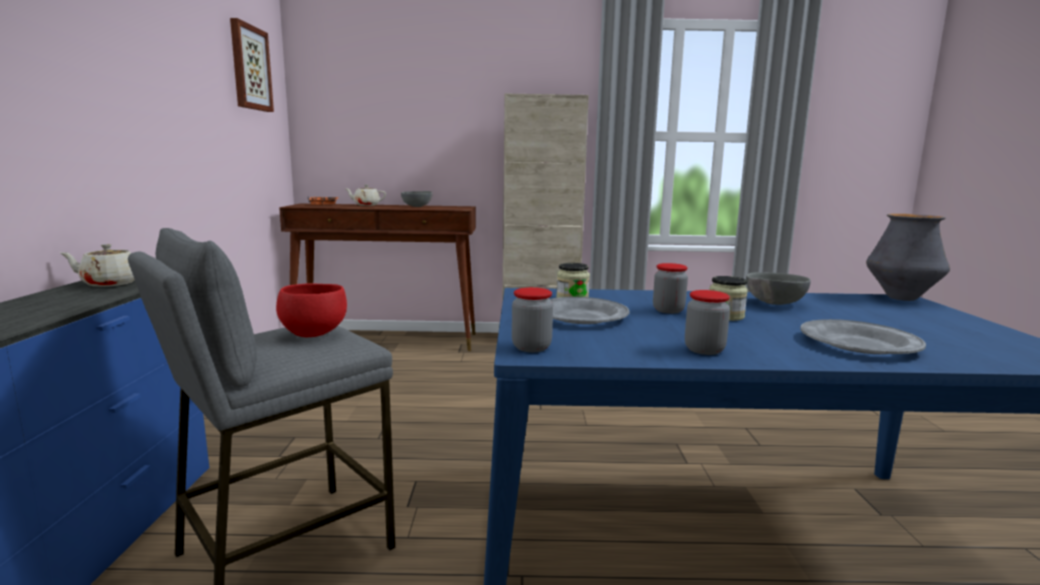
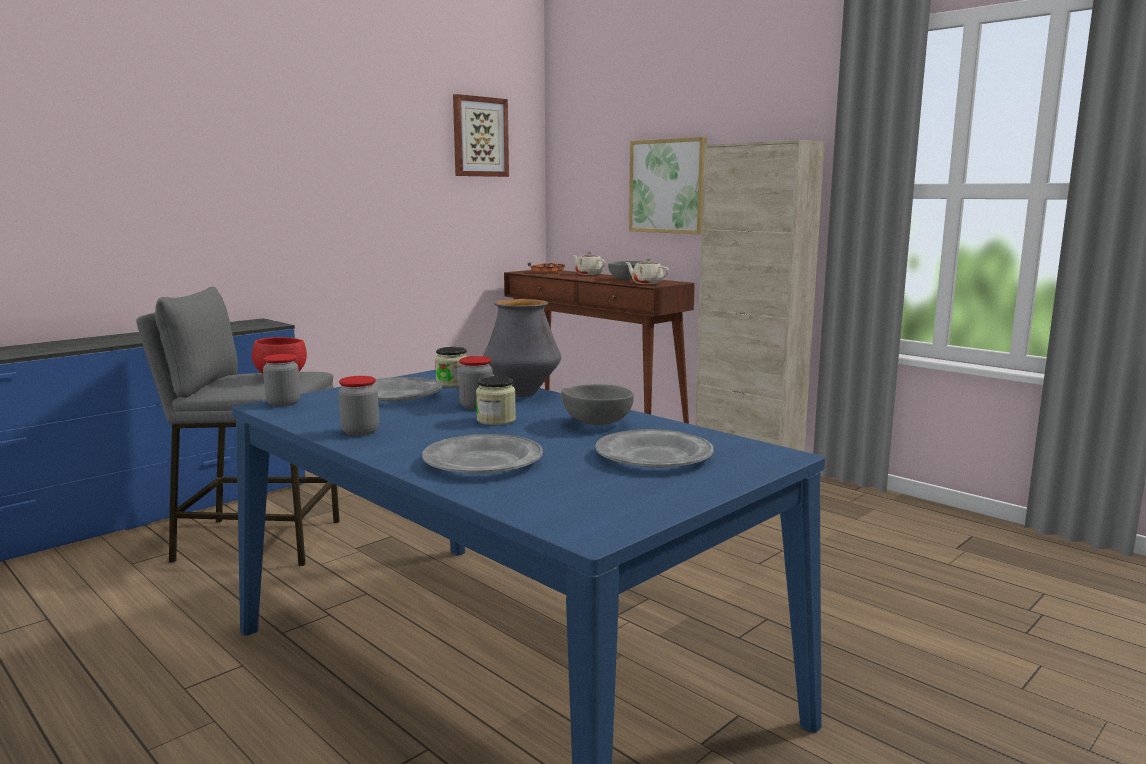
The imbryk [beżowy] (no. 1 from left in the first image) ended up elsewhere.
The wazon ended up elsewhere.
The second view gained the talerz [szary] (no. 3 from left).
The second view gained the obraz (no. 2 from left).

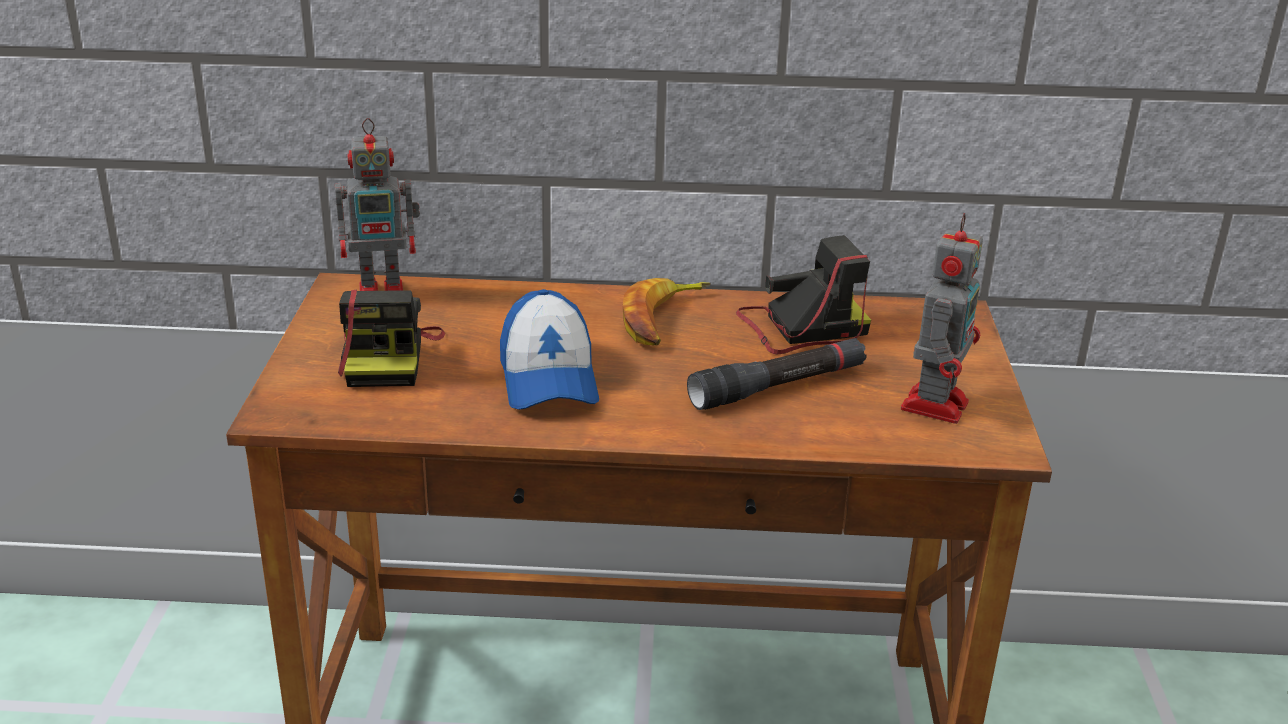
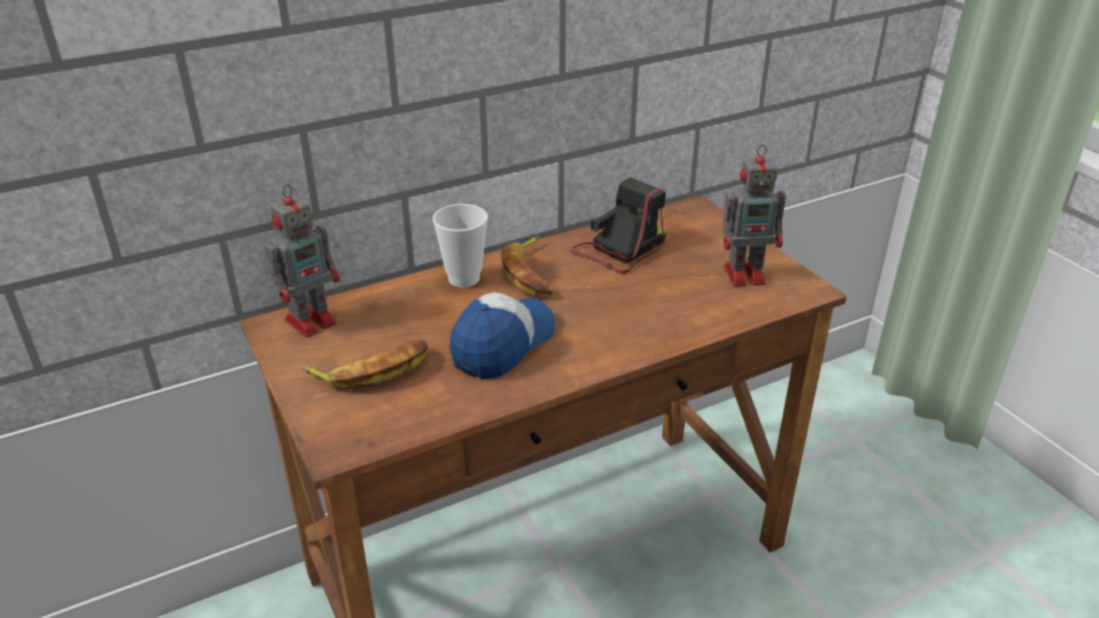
Where the aparat fotograficzny (no. 1 from left) stood, the banan (no. 1 from left) came to stand.
The czapka z daszkiem ended up facing another way, 105 degrees counterclockwise from before.
The second view lost the latarka [czarny].
The robot zabawkowy (no. 2 from left) ended up facing another way, 90 degrees clockwise from before.
The second view gained the filiżanka.

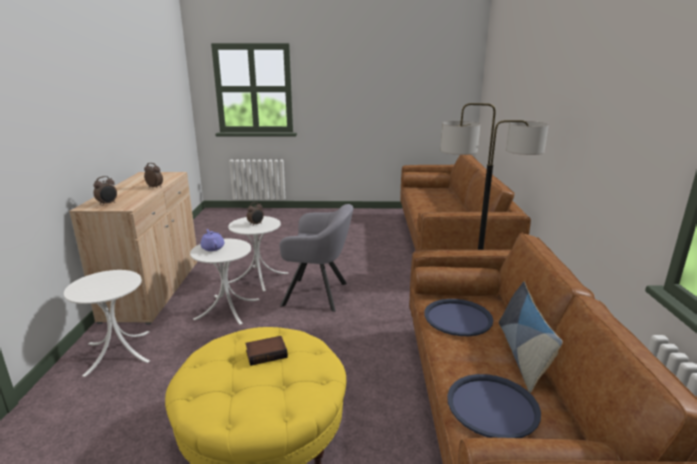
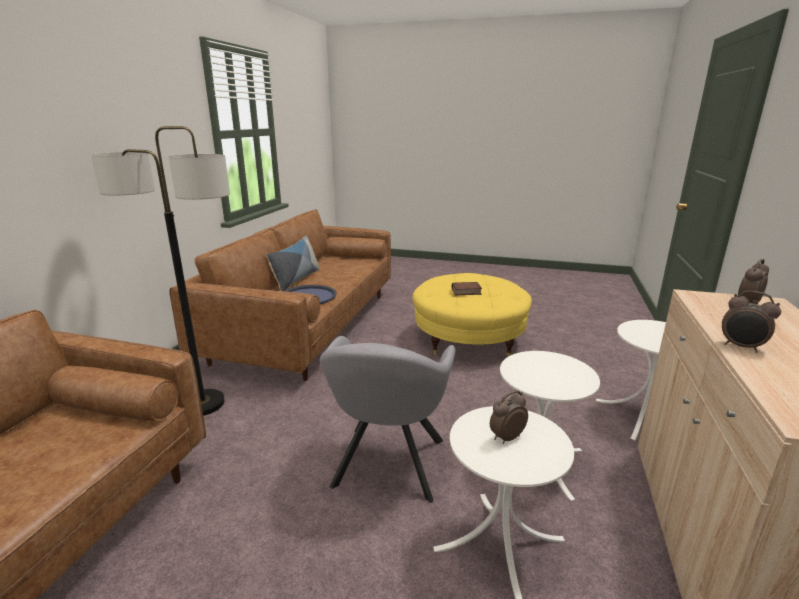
The second view lost the imbryk [fioletowy].
The fotel [szary] ended up facing another way, 105 degrees counterclockwise from before.
The second view lost the taca [niebieski] (no. 2 from left).

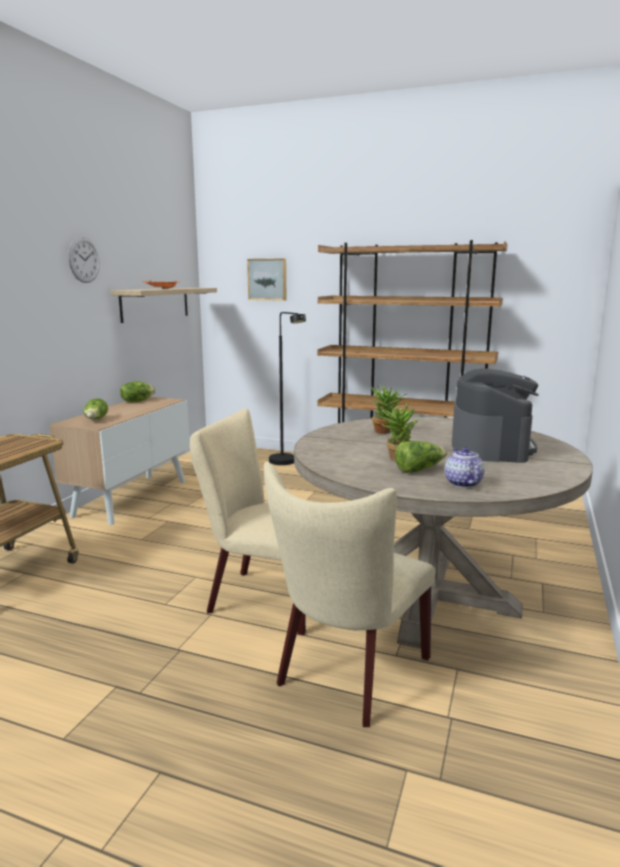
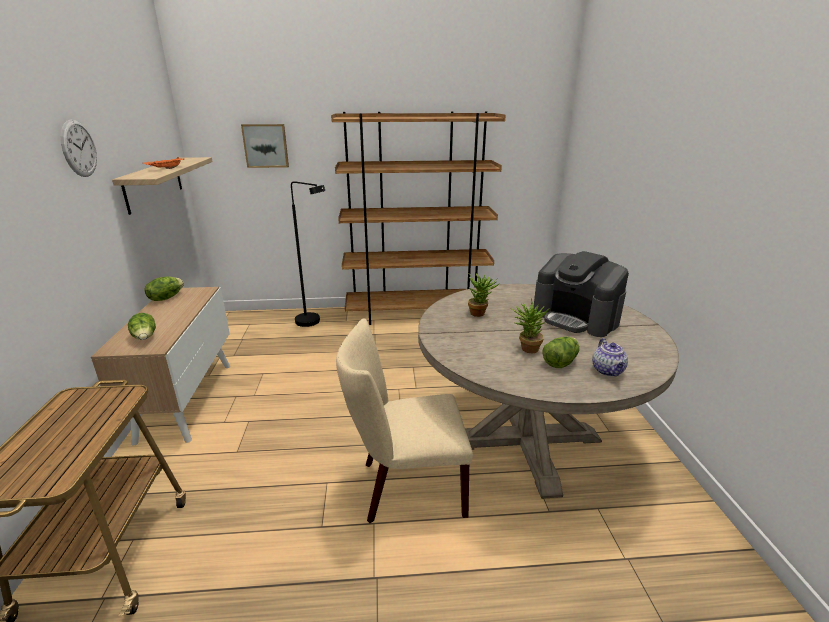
The second view lost the krzesło [beżowy] (no. 2 from left).
The imbryk ended up facing another way, 150 degrees counterclockwise from before.
The ekspres do kawy ended up facing another way, 150 degrees clockwise from before.

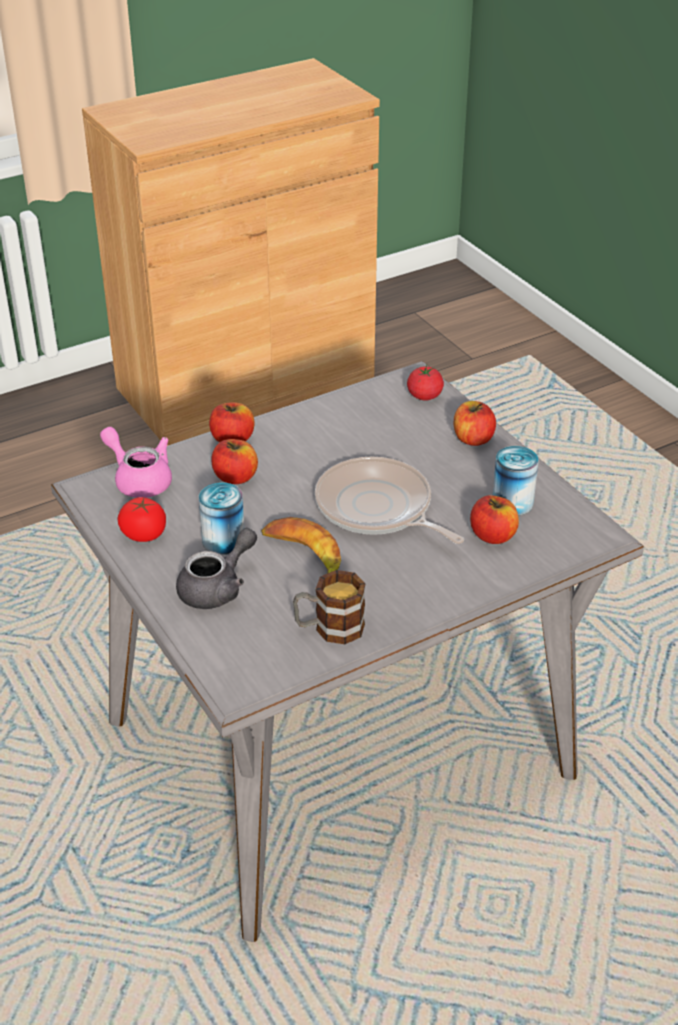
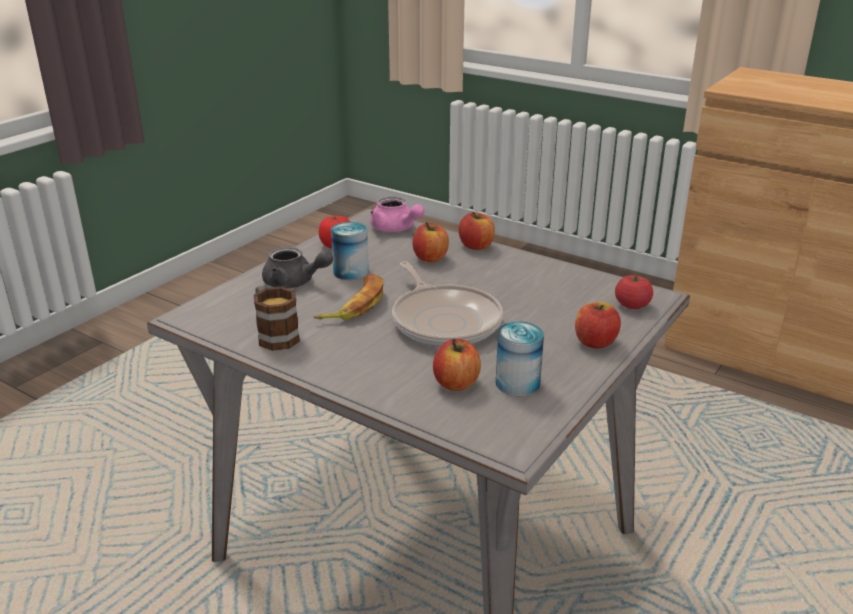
The imbryk [różowy] ended up facing another way, 120 degrees clockwise from before.
The patelnia ended up facing another way, 135 degrees clockwise from before.

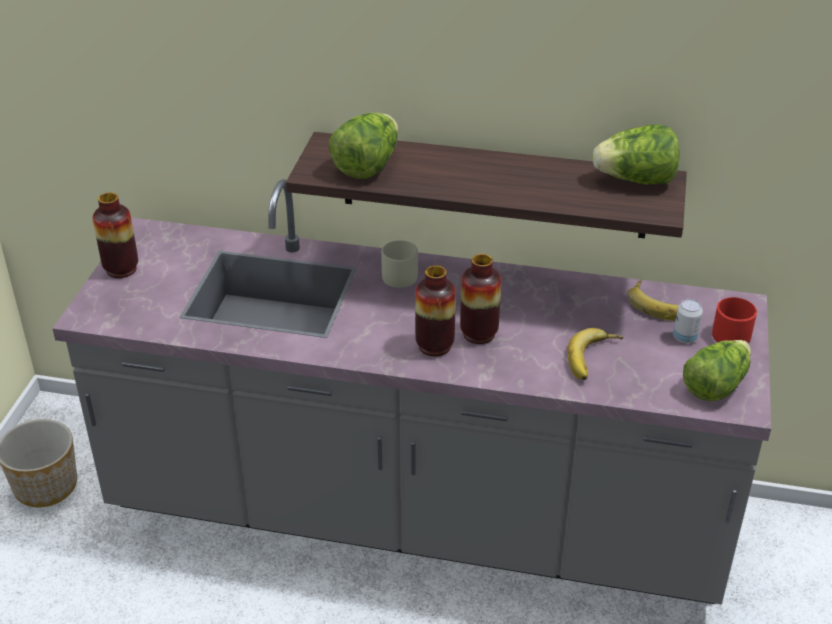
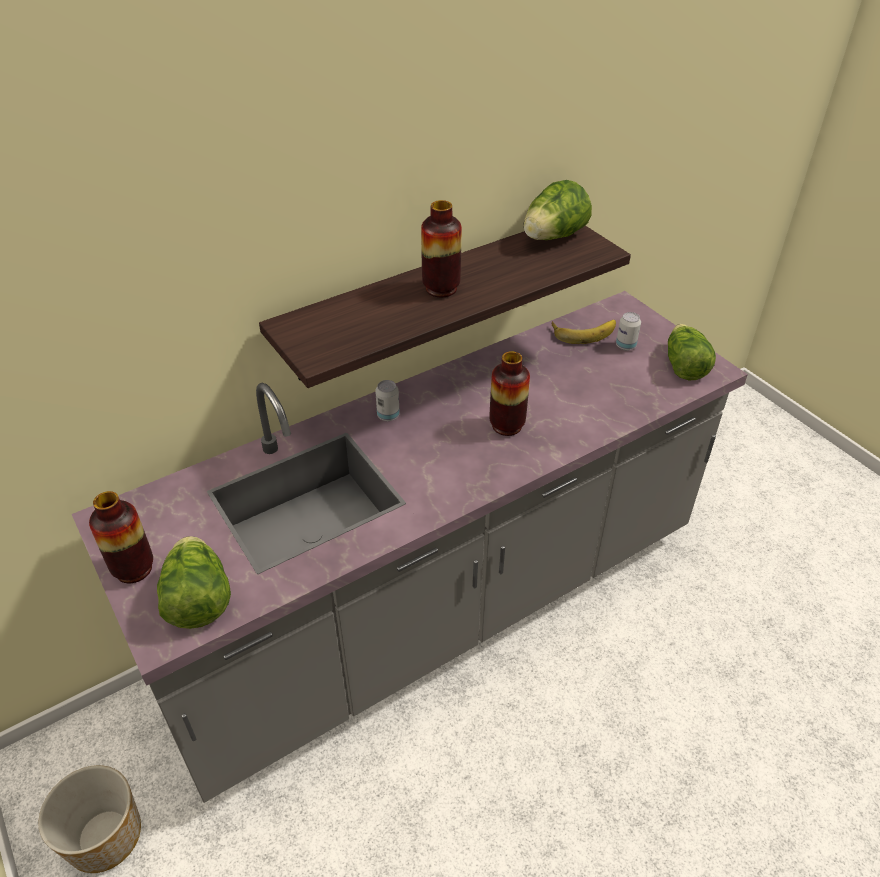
The sałata (no. 1 from left) ended up elsewhere.
Where the kubek [beżowy] stood, the puszka (no. 1 from left) came to stand.
The wazon (no. 2 from left) ended up elsewhere.
The second view lost the banan (no. 1 from left).
The second view lost the kubek [czerwony].

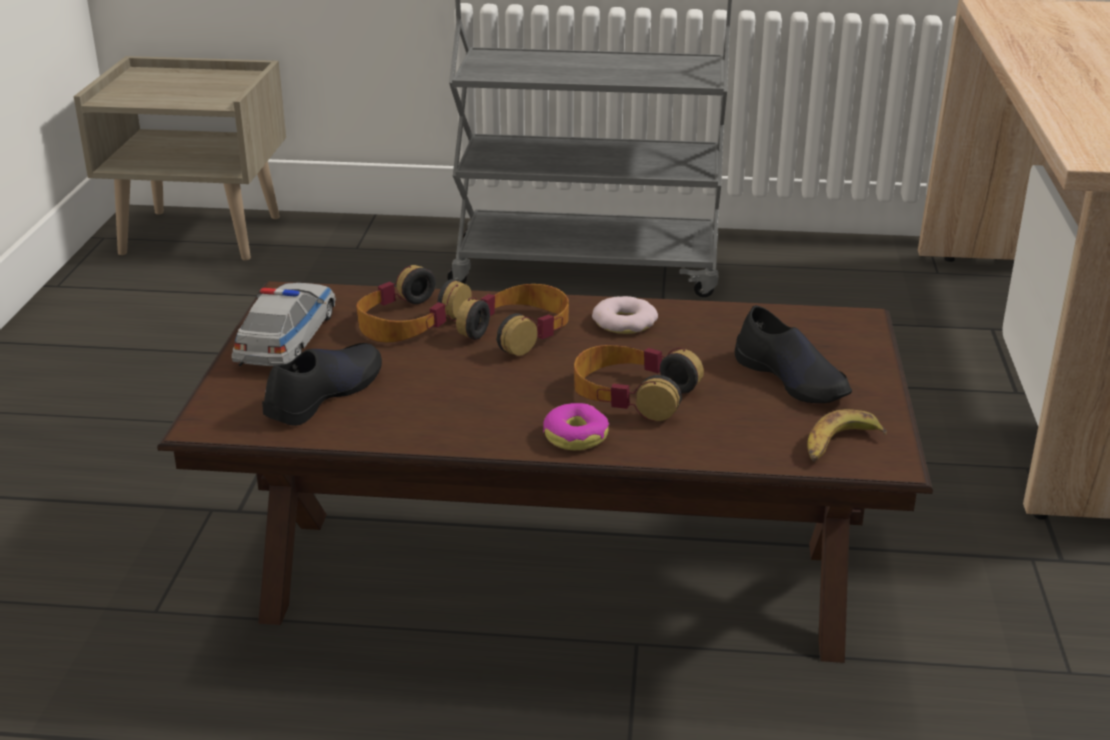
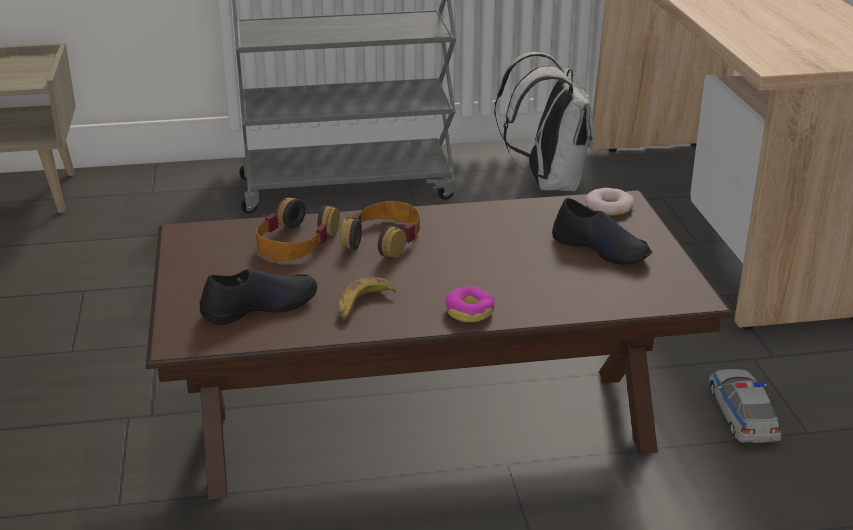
The samochodzik ended up elsewhere.
The but [czarny] (no. 1 from left) ended up facing another way, 45 degrees clockwise from before.
The second view lost the słuchawki (no. 3 from left).
The donut (no. 2 from left) ended up elsewhere.
The banan ended up elsewhere.
The second view gained the plecak [biały].

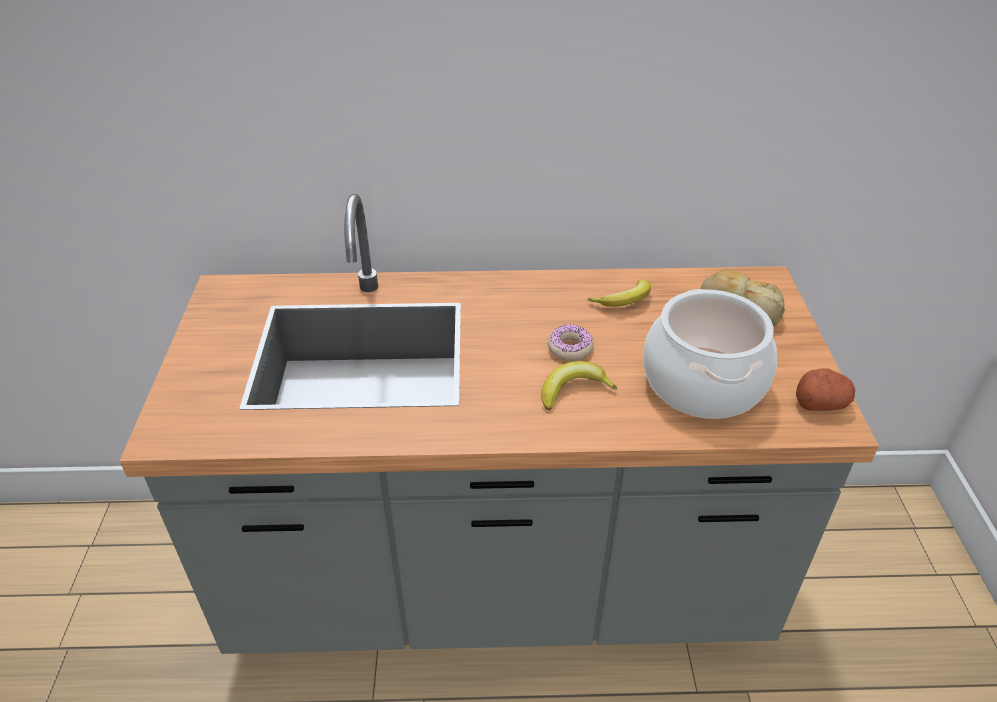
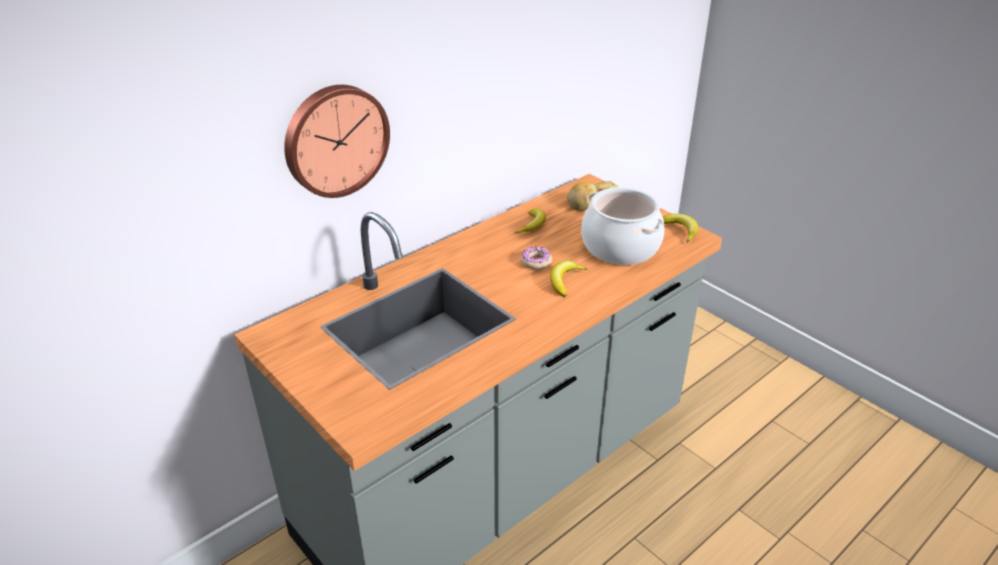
Where the ziemniak stood, the banan (no. 3 from left) came to stand.
The second view gained the zegar ścienny.

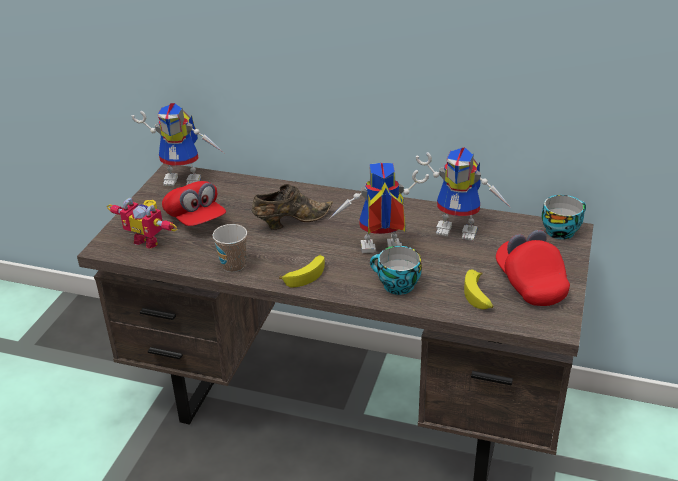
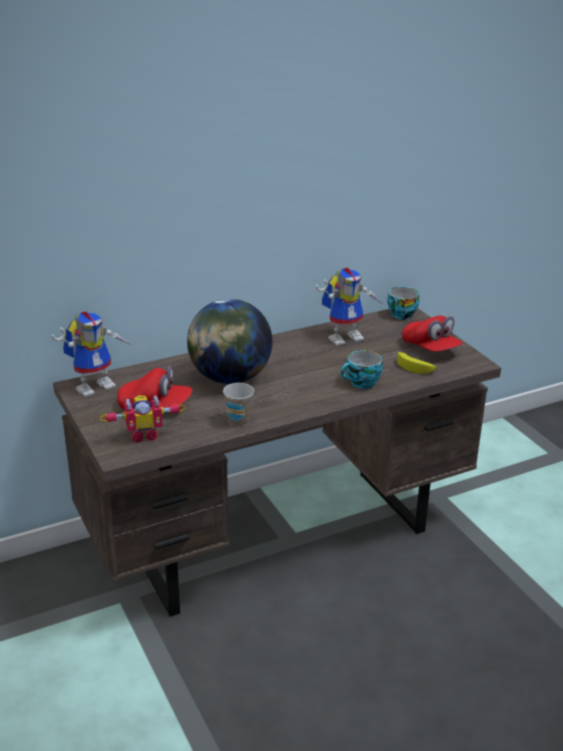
Where the but [brązowy] stood, the globus came to stand.
The second view lost the banan (no. 1 from left).
The second view lost the robot zabawkowy (no. 3 from left).
The czapka z daszkiem [czerwony] (no. 2 from left) ended up facing another way, 150 degrees counterclockwise from before.

